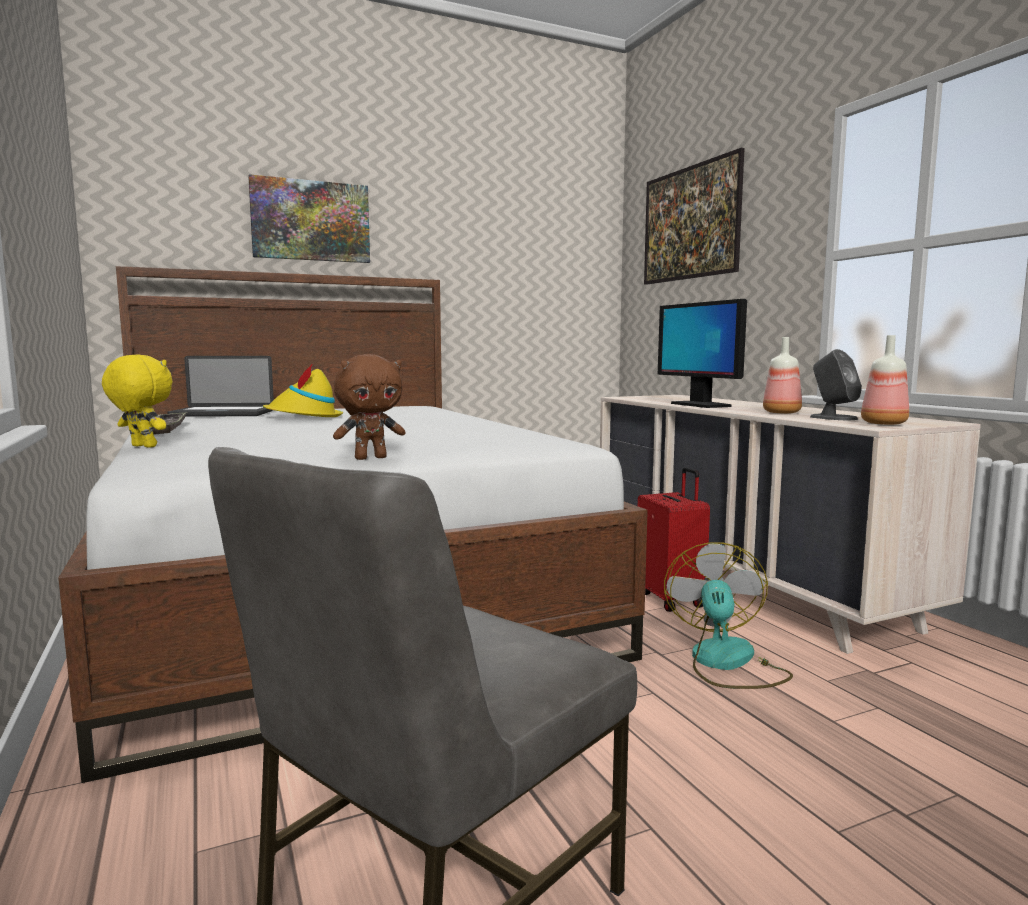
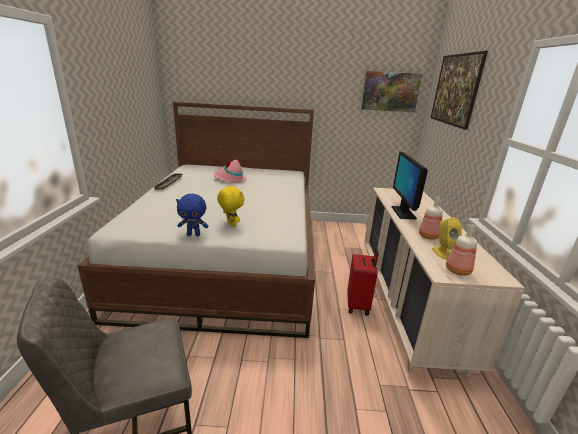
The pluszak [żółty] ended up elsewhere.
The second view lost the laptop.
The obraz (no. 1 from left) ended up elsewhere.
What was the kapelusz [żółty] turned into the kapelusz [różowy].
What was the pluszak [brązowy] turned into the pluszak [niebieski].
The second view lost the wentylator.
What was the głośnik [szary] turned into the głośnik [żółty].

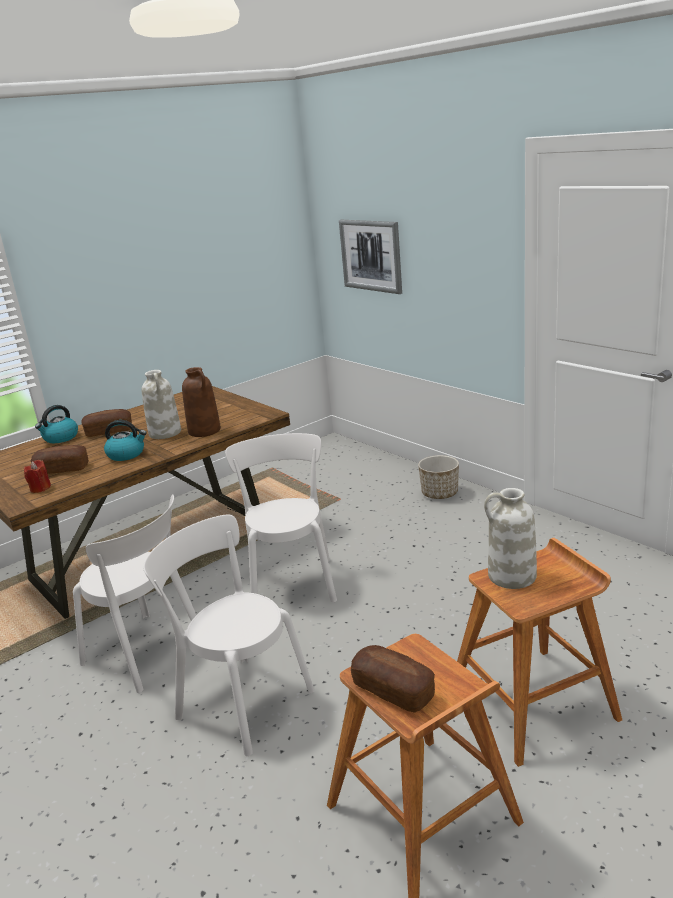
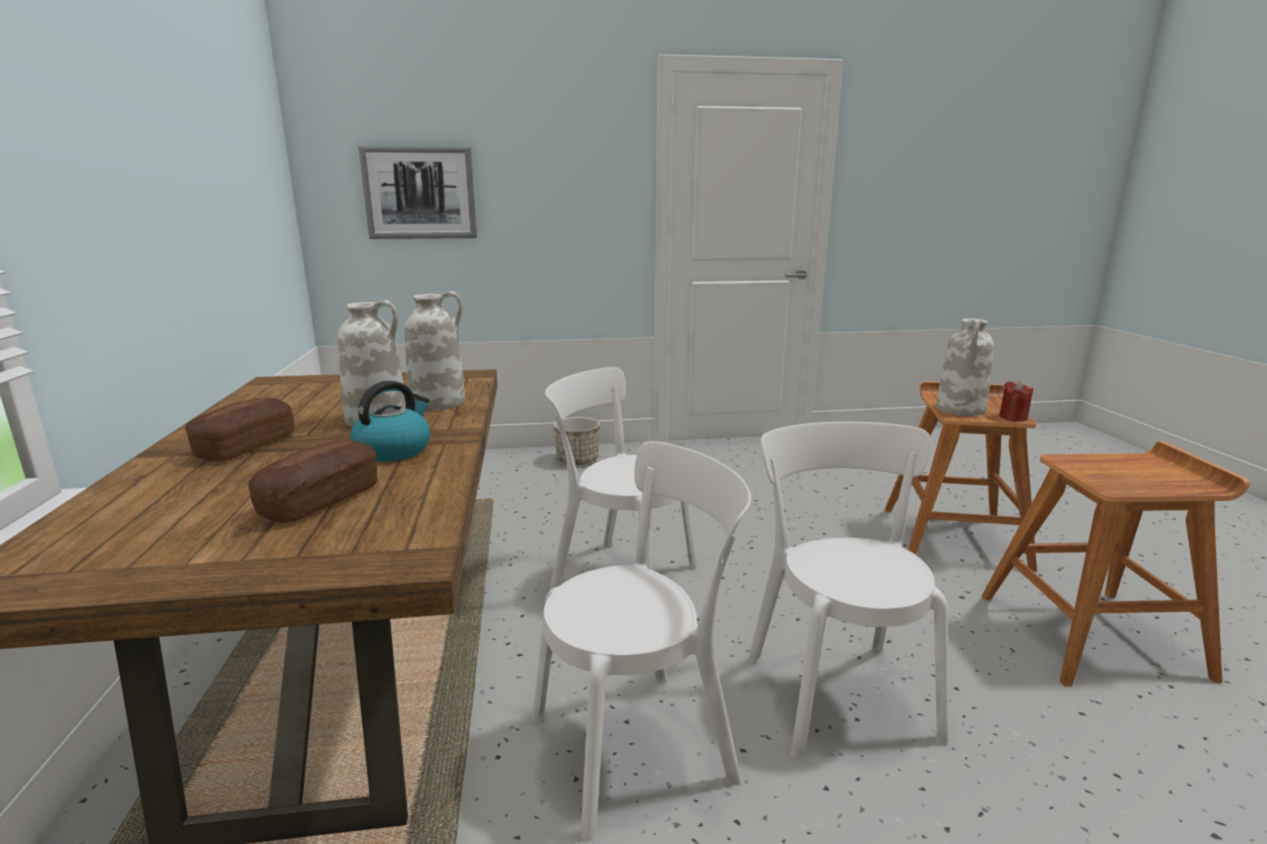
The świeca [czerwony] ended up elsewhere.
The second view lost the czajnik (no. 1 from left).
The krzesło [biały] (no. 2 from left in the first image) ended up facing another way, 105 degrees clockwise from before.
What was the wazon [brązowy] turned into the wazon [biały] (no. 2 from left).
The second view lost the chleb (no. 3 from left).

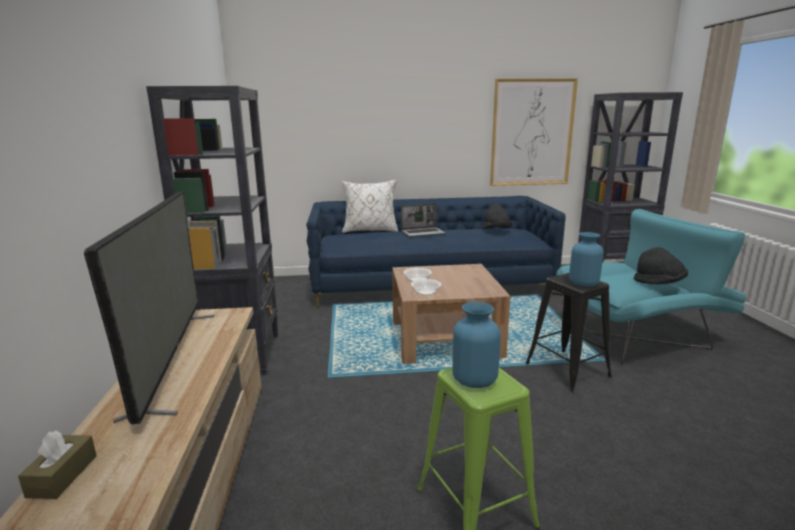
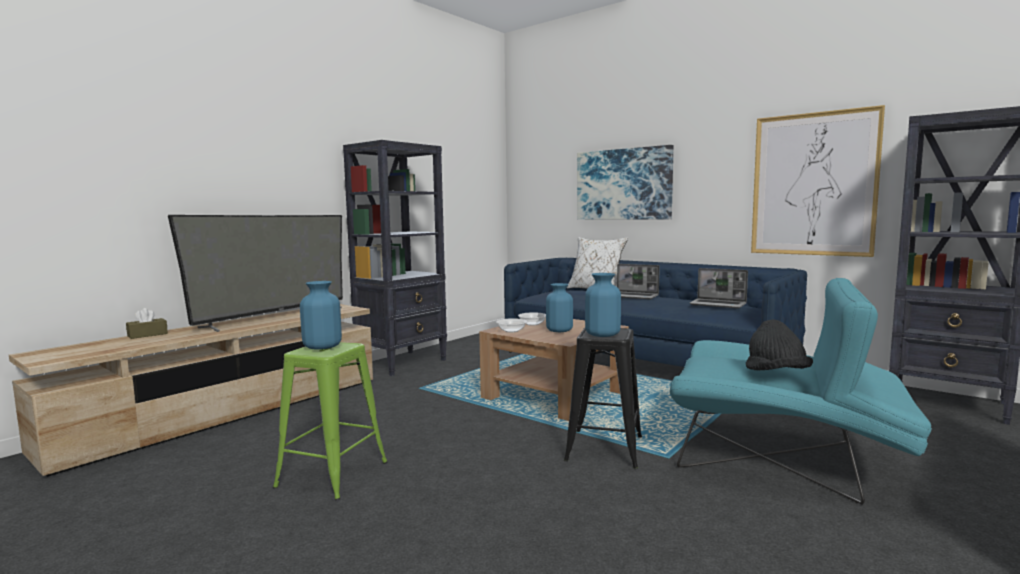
Where the kapelusz [czarny] (no. 1 from left) stood, the laptop (no. 2 from left) came to stand.
The second view gained the wazon [niebieski] (no. 2 from left).
The second view gained the obraz (no. 1 from left).

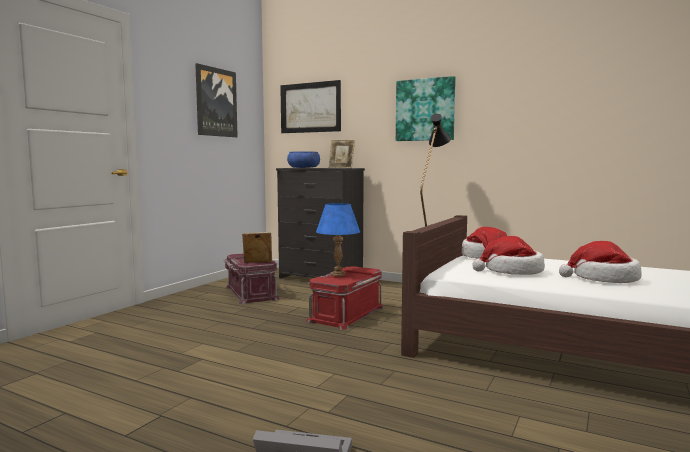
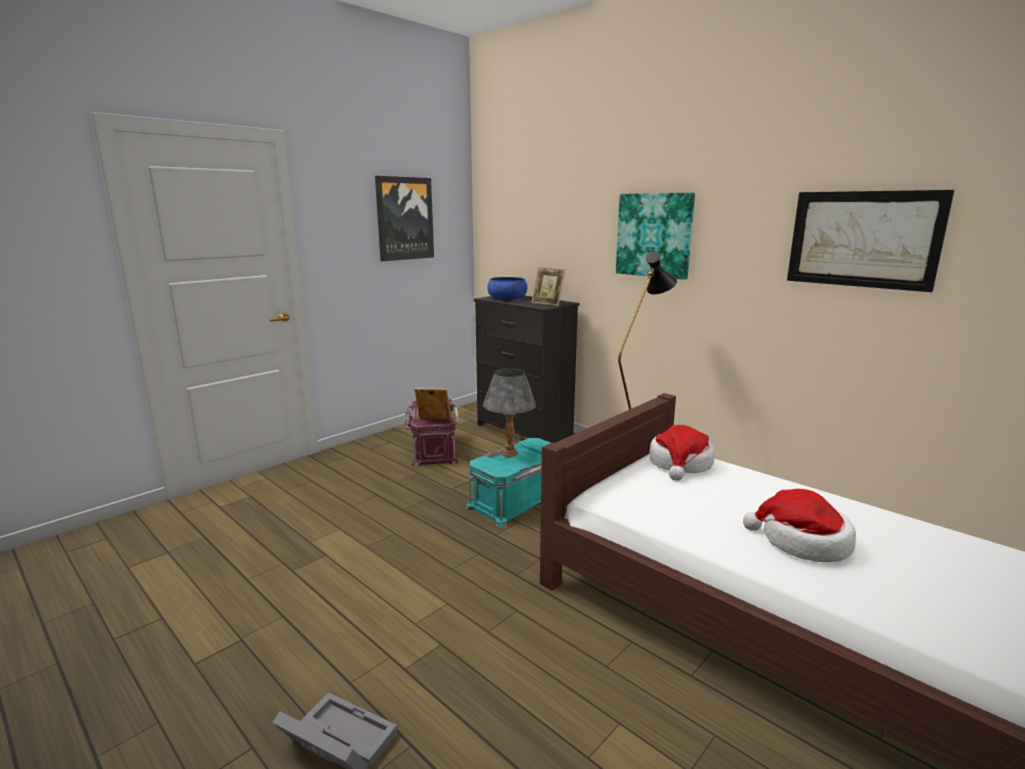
The obraz (no. 2 from left in the first image) ended up elsewhere.
What was the pojemnik do przechowywania [czerwony] (no. 2 from left) turned into the pojemnik do przechowywania [turkusowy].
What was the lampa stołowa [niebieski] turned into the lampa stołowa [szary].
The second view lost the kapelusz (no. 2 from left).

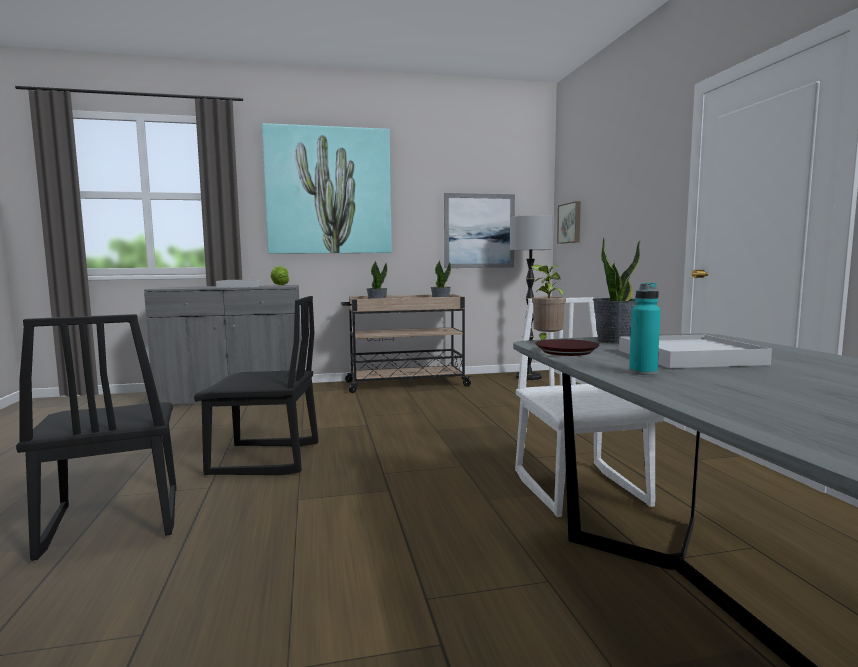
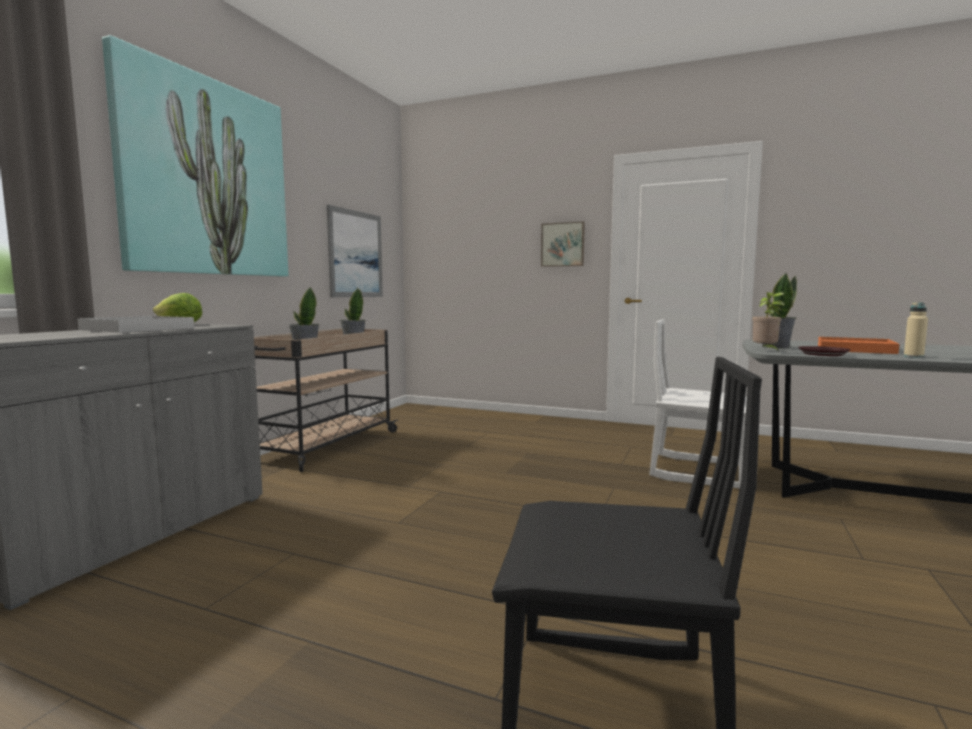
The second view lost the krzesło [czarny] (no. 2 from left).
The second view lost the lampa stojąca.
The obraz (no. 3 from left) ended up elsewhere.
What was the taca [biały] (no. 2 from left) turned into the taca [pomarańczowy].
What was the butelka [turkusowy] turned into the butelka [beżowy].

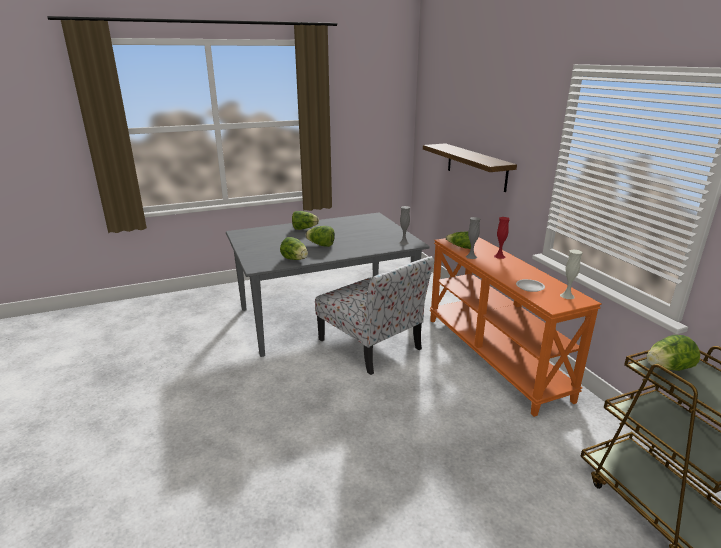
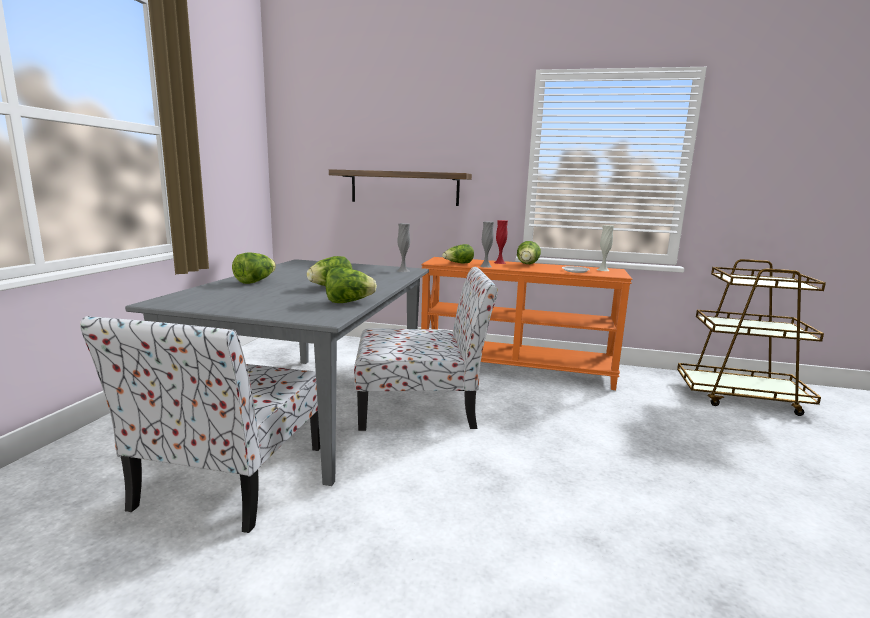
The sałata (no. 5 from left) ended up elsewhere.
The second view gained the krzesło (no. 1 from left).

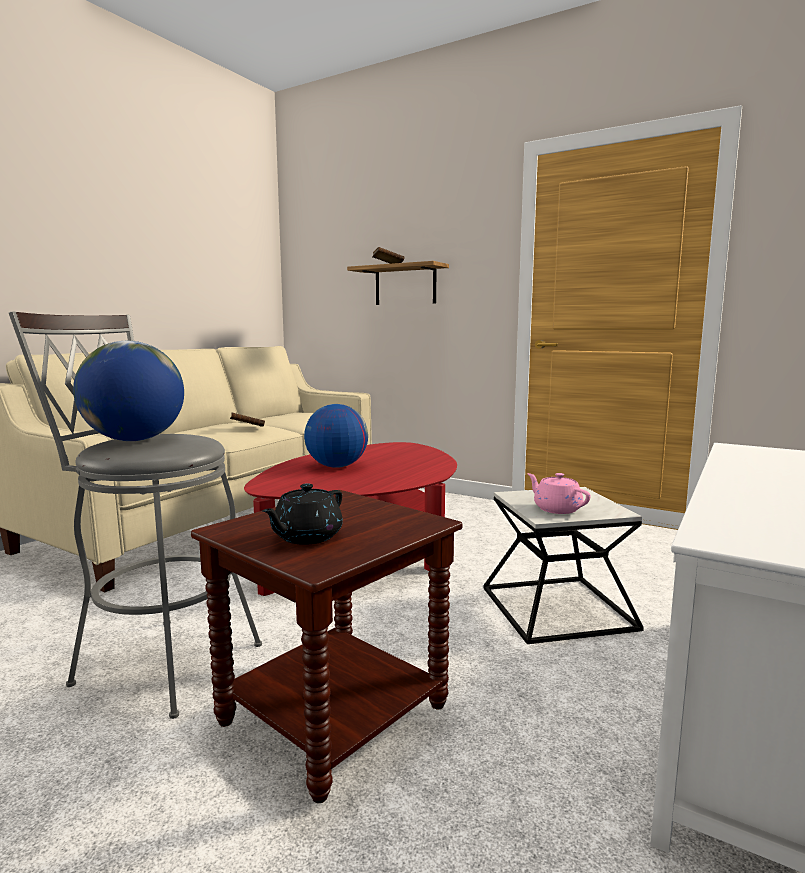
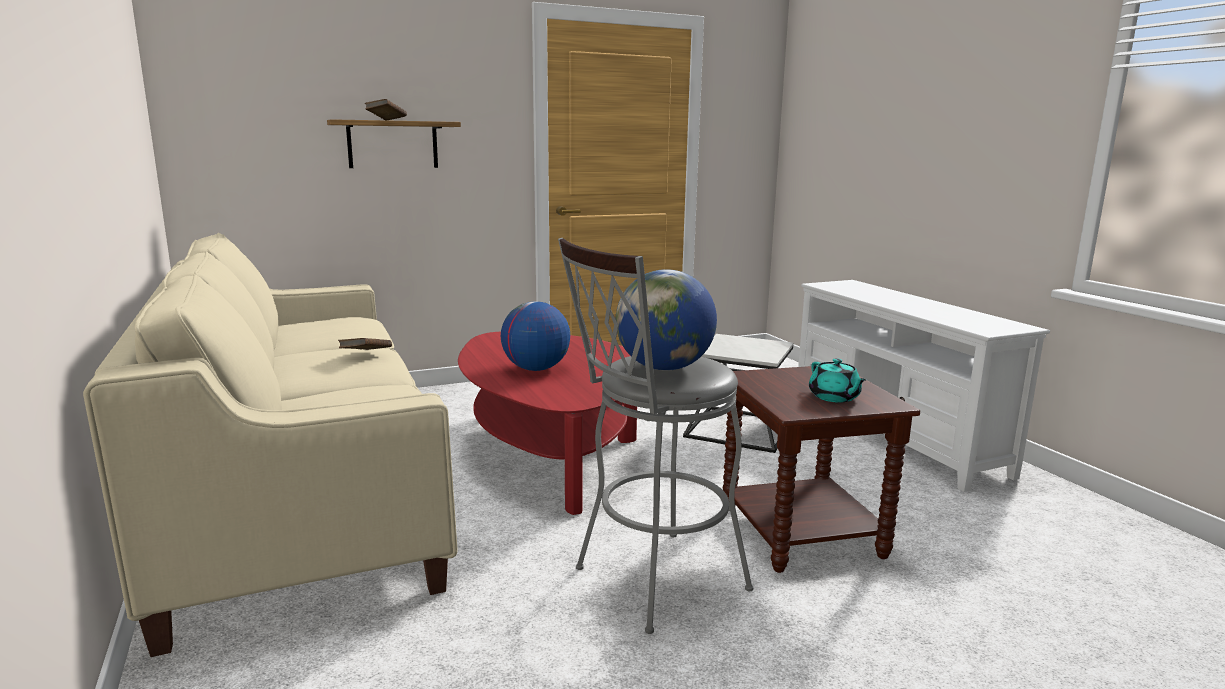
What was the imbryk [czarny] turned into the imbryk [turkusowy].
The second view lost the imbryk [różowy].

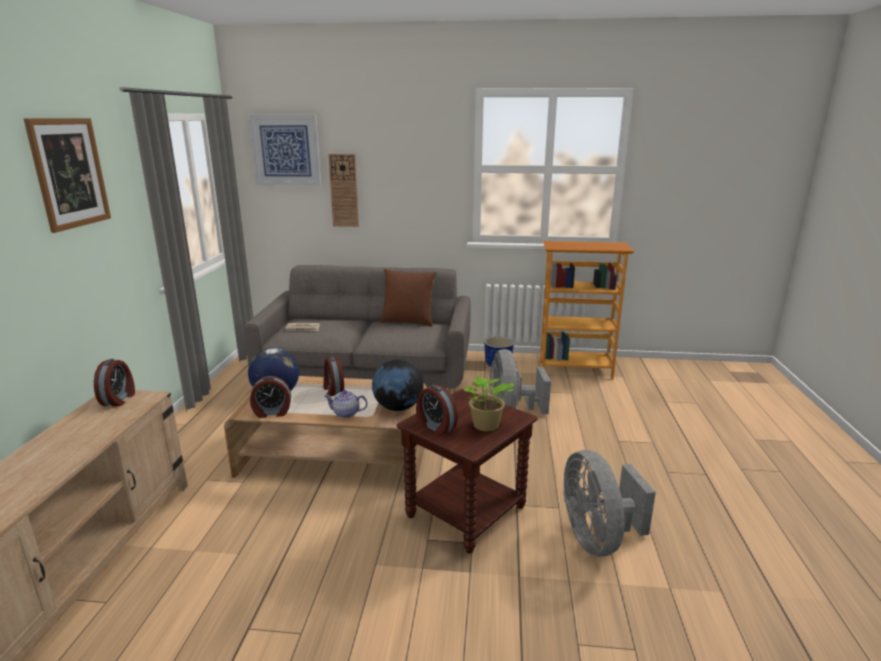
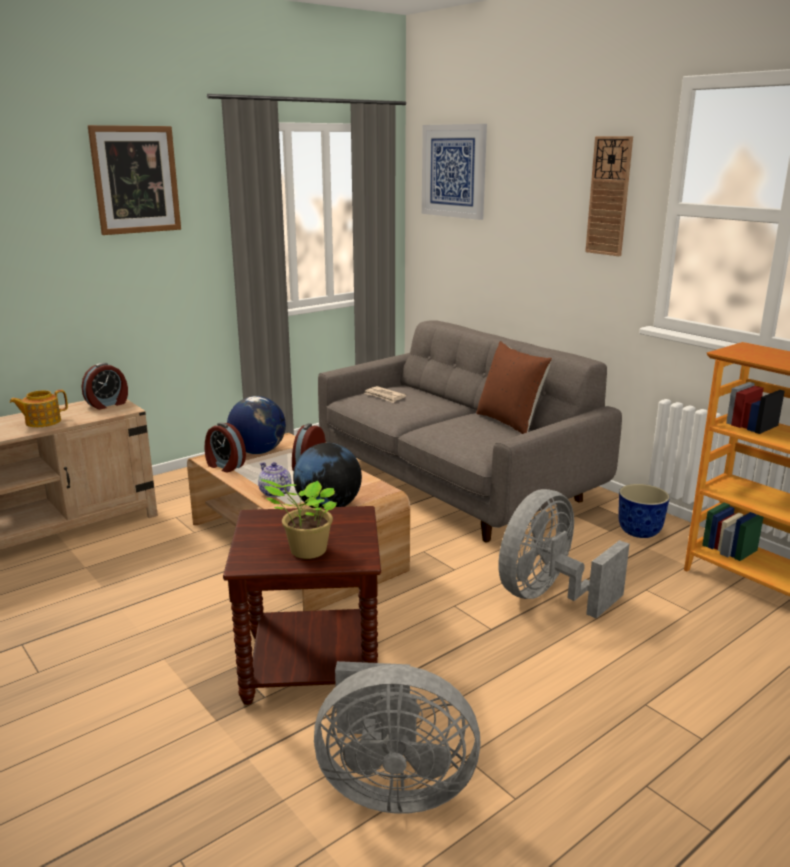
The zegar ścienny ended up elsewhere.
The second view lost the budzik (no. 4 from left).
The wentylator [szary] (no. 2 from left in the first image) ended up facing another way, 120 degrees counterclockwise from before.
The second view gained the imbryk (no. 1 from left).

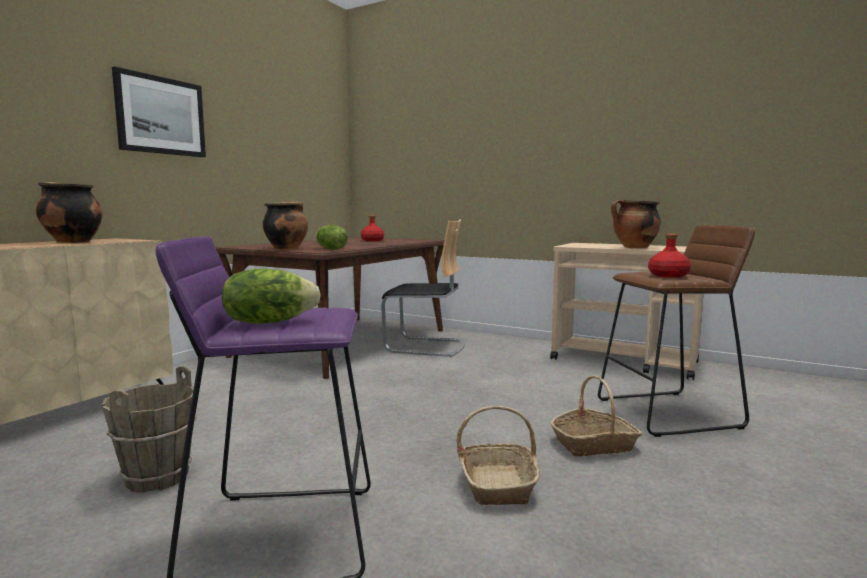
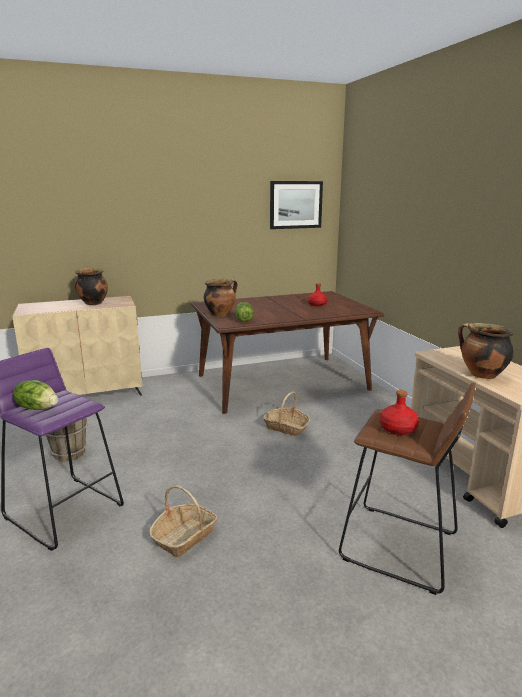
The obraz ended up elsewhere.
The second view lost the krzesło.
The koszyk (no. 2 from left) ended up elsewhere.

